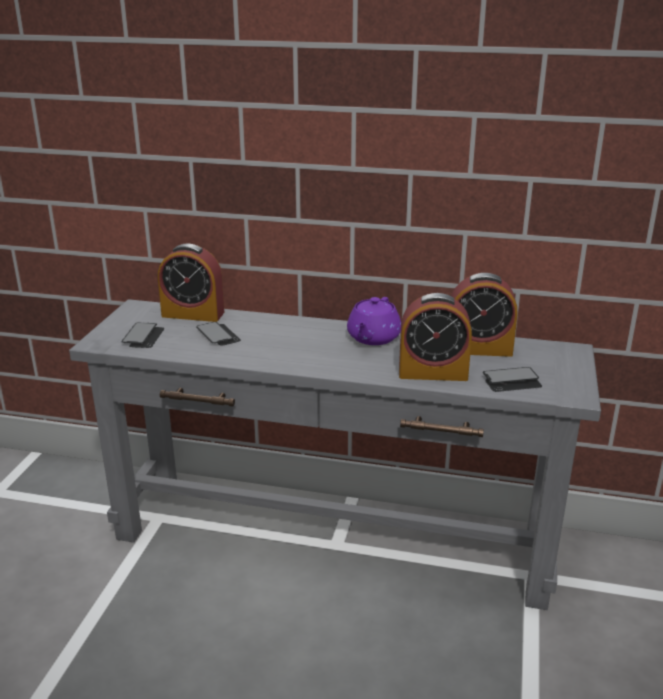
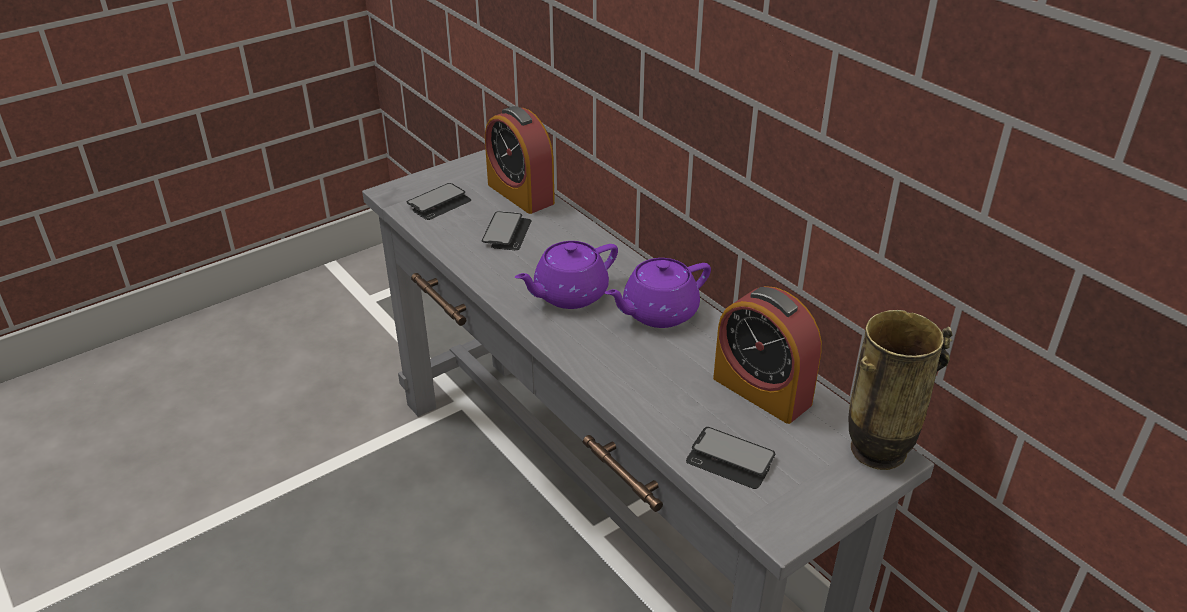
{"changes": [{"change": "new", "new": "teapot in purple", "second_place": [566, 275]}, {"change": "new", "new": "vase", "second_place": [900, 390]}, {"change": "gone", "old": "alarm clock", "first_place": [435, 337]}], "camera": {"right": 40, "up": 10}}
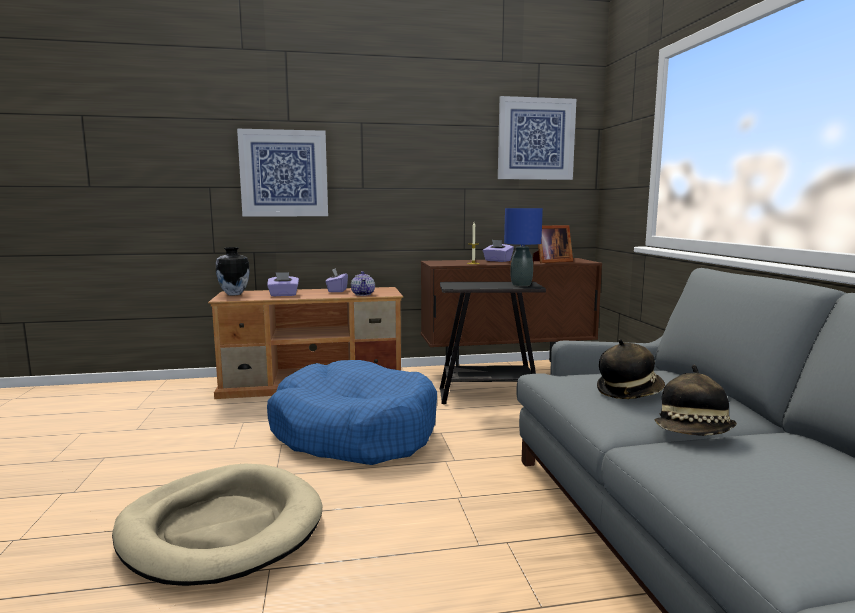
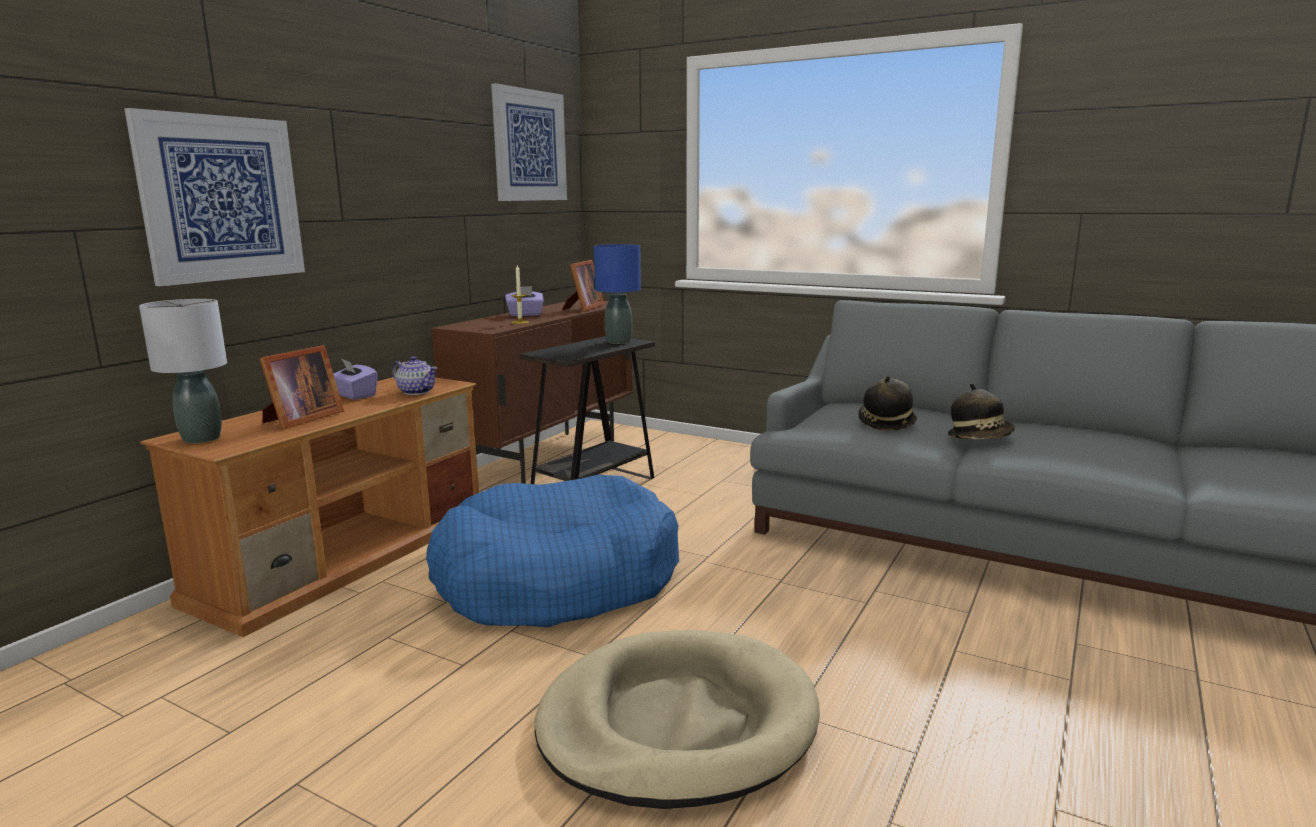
{"changes": [{"change": "swapped", "old": "vase", "new": "table lamp in grey", "first_place": [233, 271], "second_place": [183, 371]}, {"change": "swapped", "old": "tissue box in purple", "new": "picture frame", "first_place": [283, 284], "second_place": [301, 387]}], "camera": {"right": -50, "up": 5}}
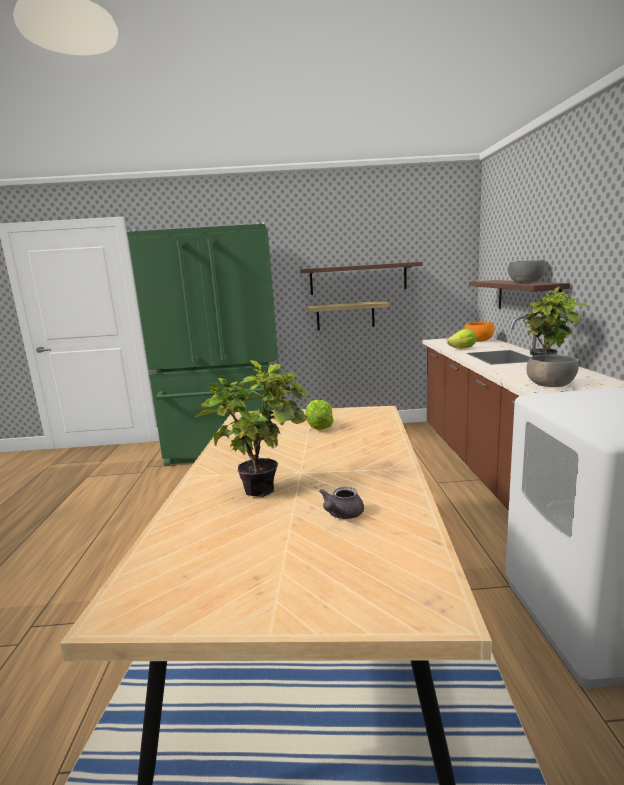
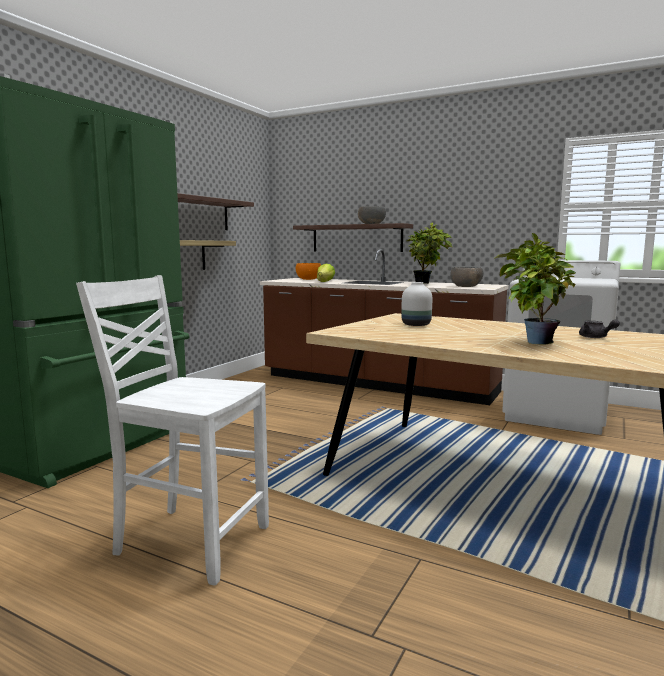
{"changes": [{"change": "new", "new": "chair in white", "second_place": [172, 430]}, {"change": "swapped", "old": "lettuce", "new": "vase in white", "first_place": [319, 414], "second_place": [416, 304]}], "camera": {"right": -60, "up": -5}}
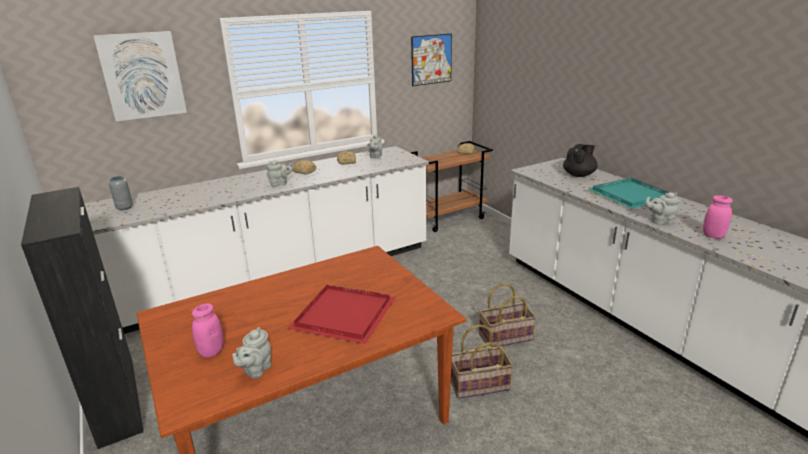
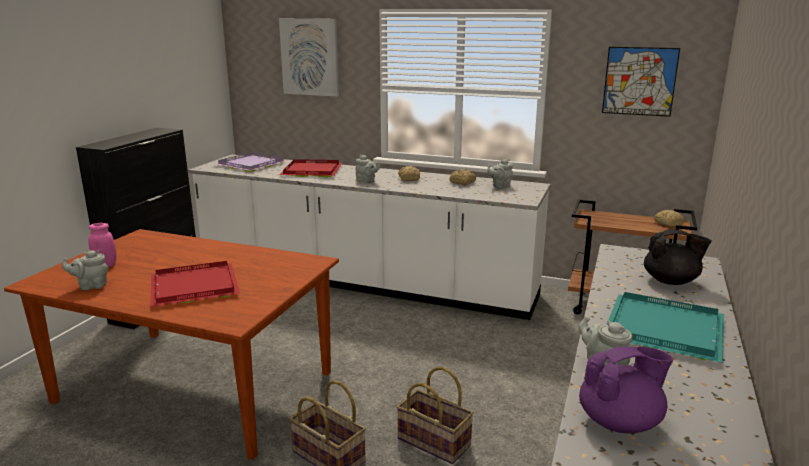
{"changes": [{"change": "swapped", "old": "vase in grey", "new": "tray in purple", "first_place": [121, 193], "second_place": [251, 162]}, {"change": "new", "new": "tray in red", "second_place": [310, 168]}, {"change": "swapped", "old": "jar in pink", "new": "teapot in purple", "first_place": [717, 217], "second_place": [626, 389]}], "camera": {"right": 50, "up": -5}}
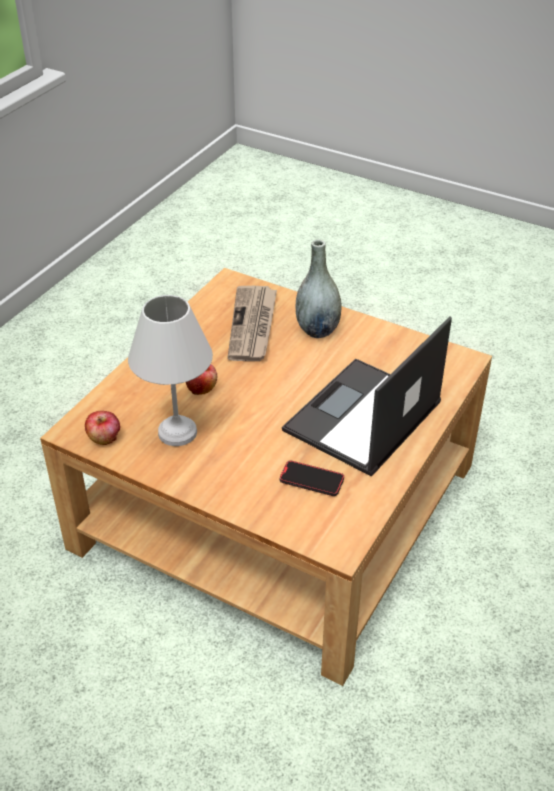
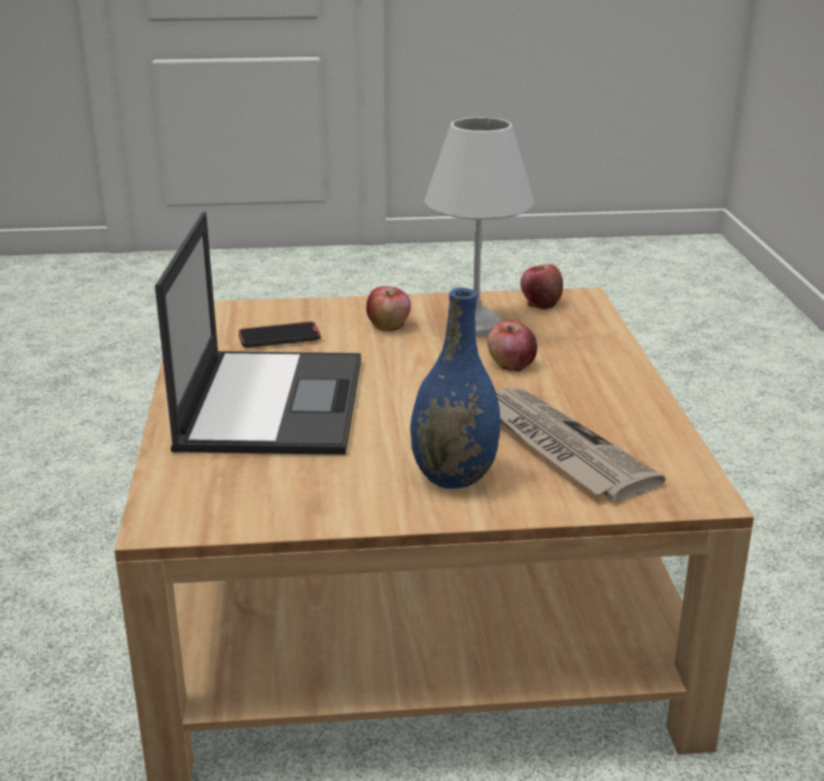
{"changes": [{"change": "new", "new": "apple", "second_place": [388, 308]}, {"change": "repainted", "old": "vase in grey", "new": "vase in blue", "first_place": [318, 289], "second_place": [455, 388]}], "camera": {"right": 145, "up": -15}}
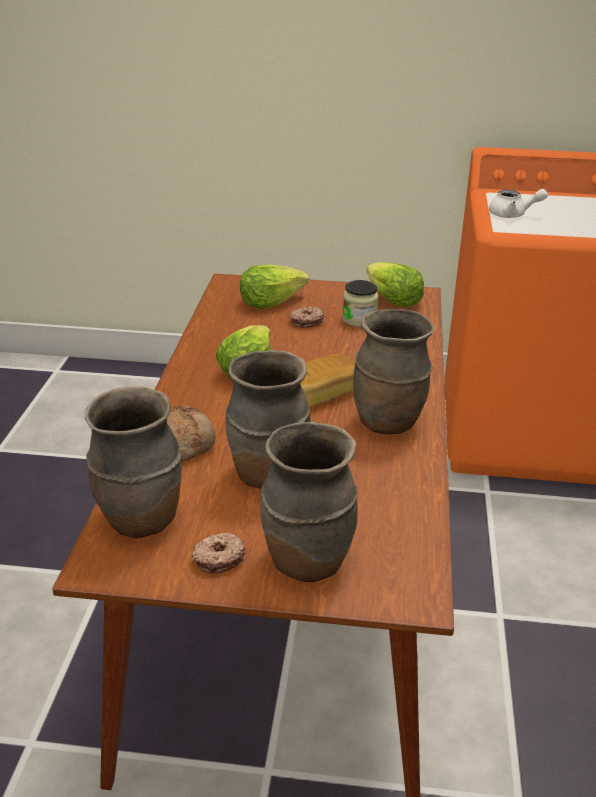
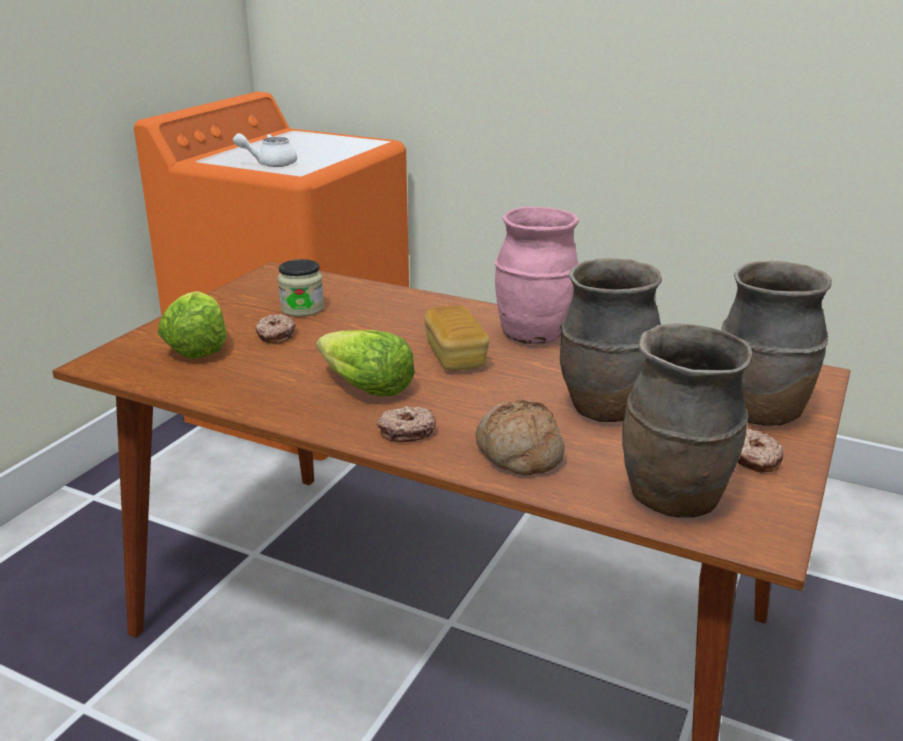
{"changes": [{"change": "rotated", "old": "teapot in white", "first_place": [518, 203], "second_place": [265, 150], "degrees": -135}, {"change": "new", "new": "donut", "second_place": [406, 424]}, {"change": "repainted", "old": "vase in brown", "new": "vase in pink", "first_place": [393, 371], "second_place": [536, 275]}, {"change": "gone", "old": "lettuce", "first_place": [395, 284]}], "camera": {"right": -70, "up": -5}}
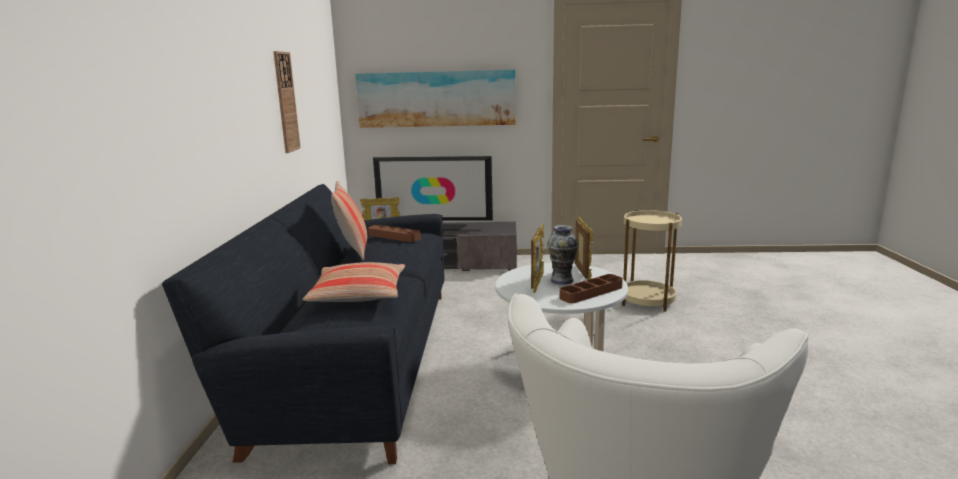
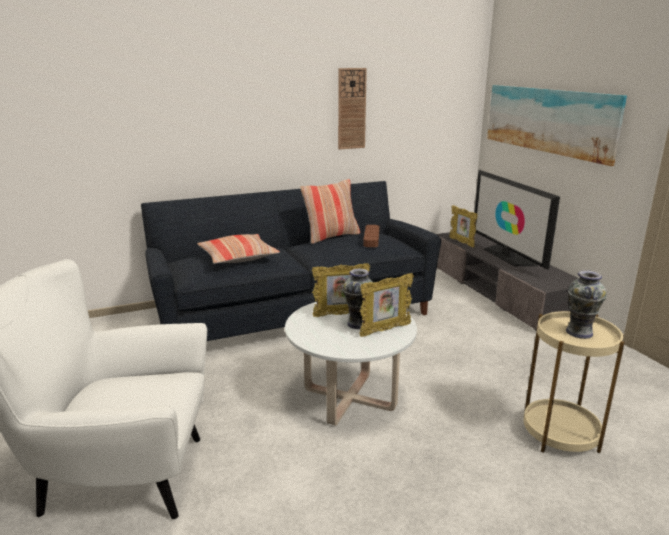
{"changes": [{"change": "new", "new": "vase", "second_place": [586, 304]}, {"change": "gone", "old": "tray in brown", "first_place": [591, 288]}], "camera": {"right": 65, "up": 5}}
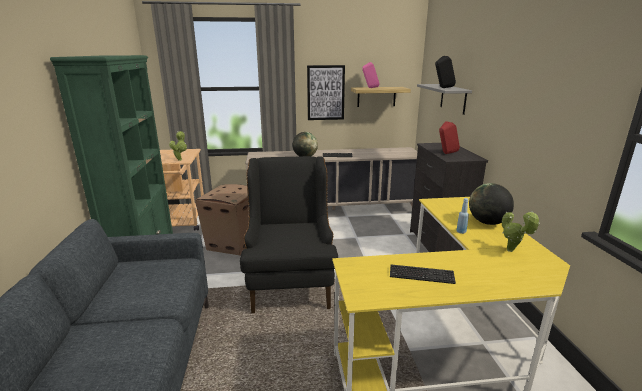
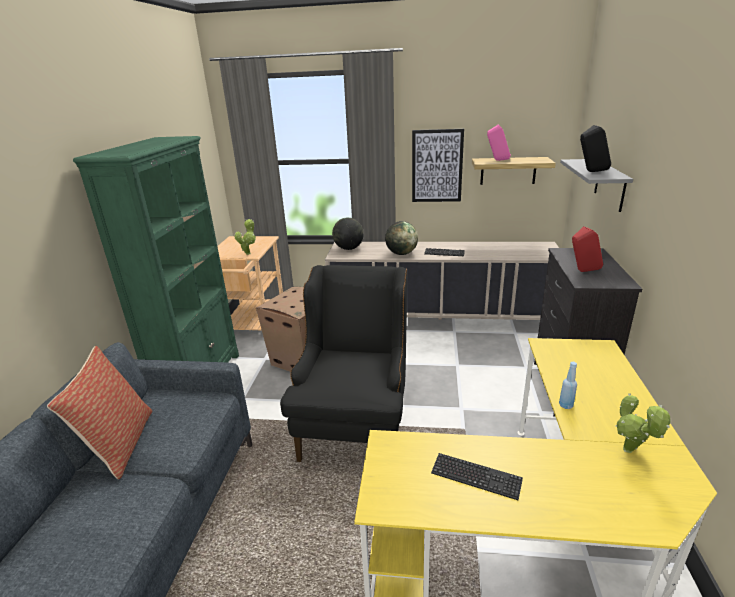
{"changes": [{"change": "new", "new": "pillow", "second_place": [99, 413]}, {"change": "shifted", "old": "globe", "first_place": [491, 204], "second_place": [348, 234]}], "camera": {"right": 15, "up": 5}}
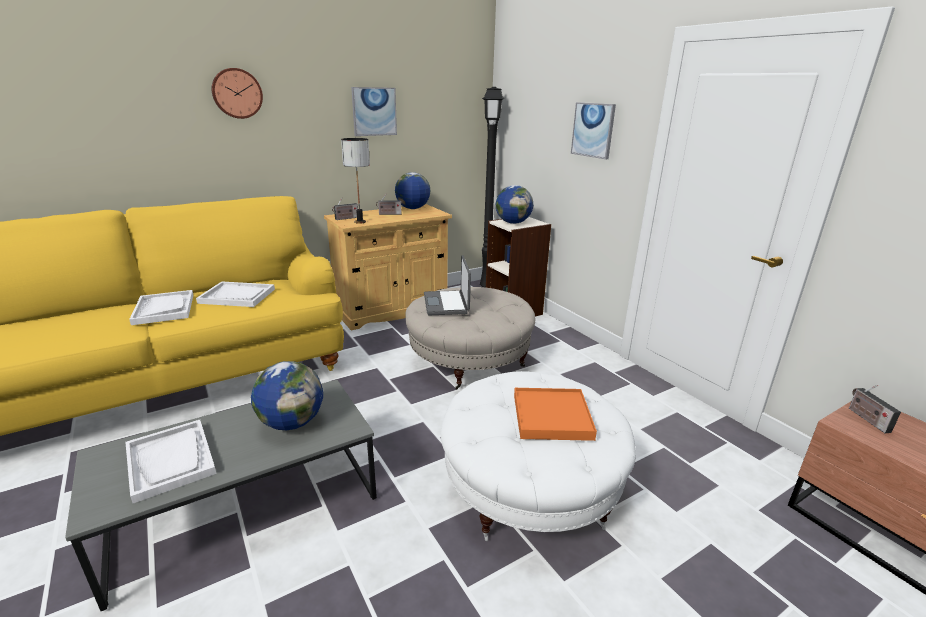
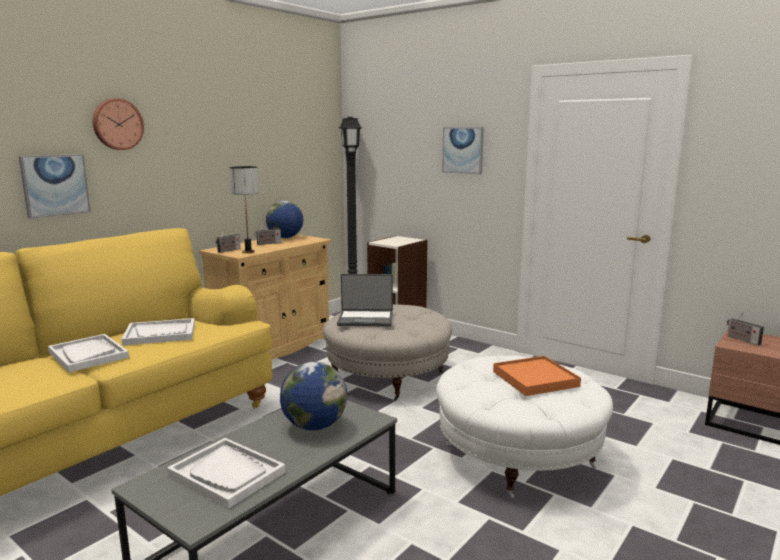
{"changes": [{"change": "shifted", "old": "picture", "first_place": [374, 111], "second_place": [55, 186]}, {"change": "rotated", "old": "laptop", "first_place": [447, 285], "second_place": [365, 300], "degrees": -60}, {"change": "gone", "old": "globe", "first_place": [514, 204]}], "camera": {"right": -20, "up": -10}}
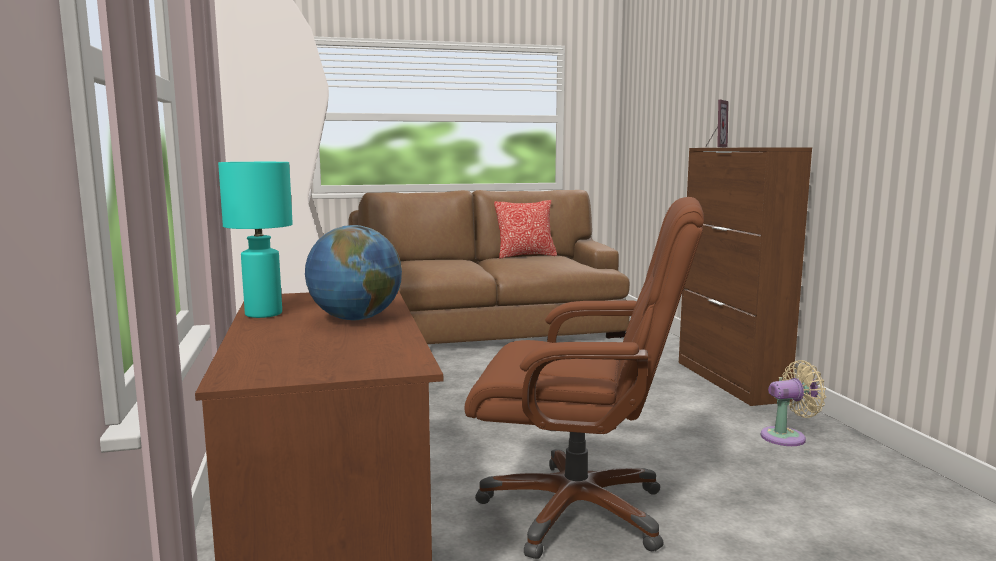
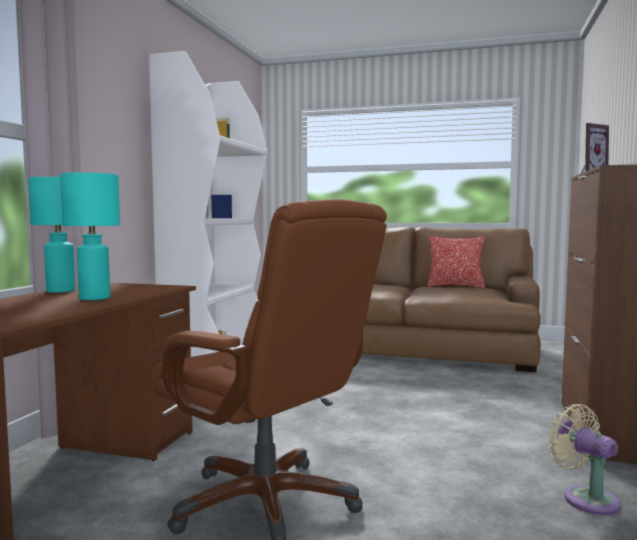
{"changes": [{"change": "swapped", "old": "globe", "new": "table lamp in turquoise", "first_place": [353, 272], "second_place": [90, 236]}, {"change": "rotated", "old": "fan in beige", "first_place": [793, 403], "second_place": [584, 459], "degrees": -135}], "camera": {"right": 30, "up": -5}}
